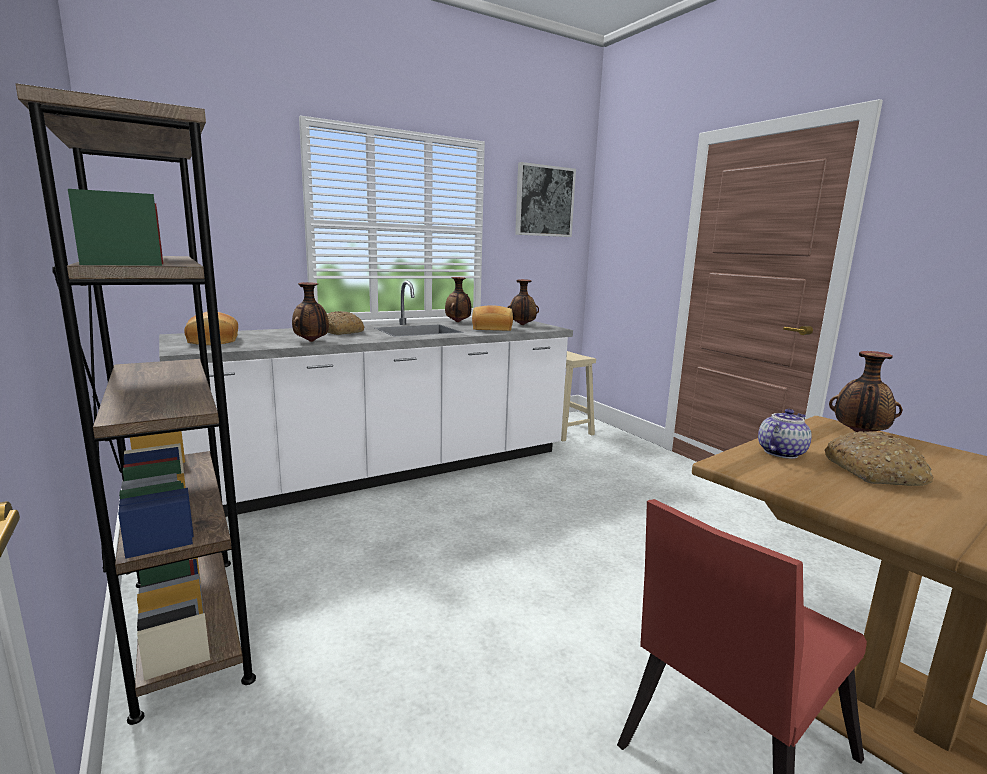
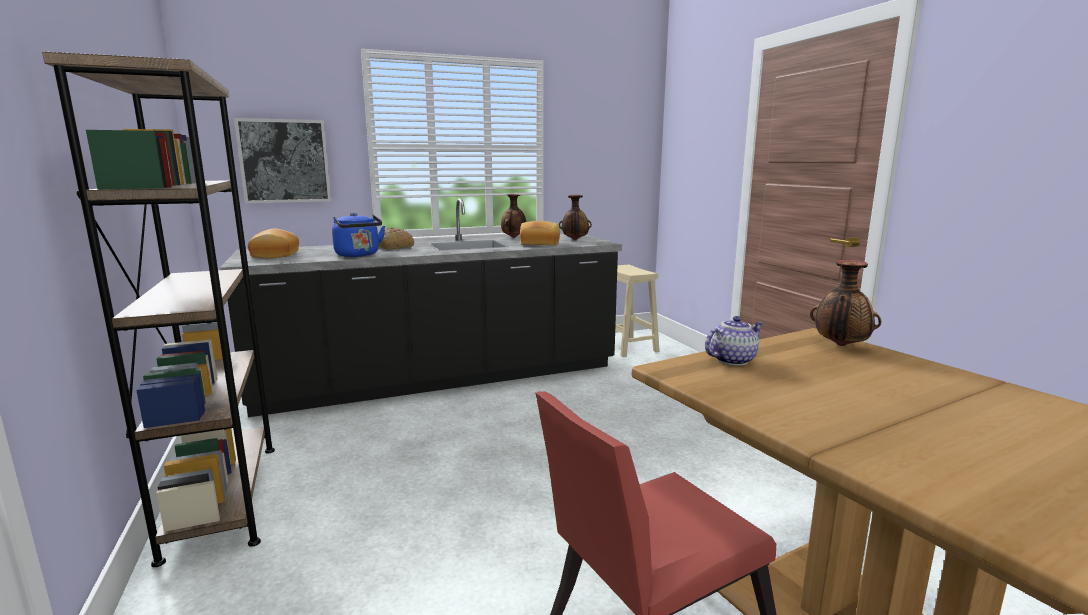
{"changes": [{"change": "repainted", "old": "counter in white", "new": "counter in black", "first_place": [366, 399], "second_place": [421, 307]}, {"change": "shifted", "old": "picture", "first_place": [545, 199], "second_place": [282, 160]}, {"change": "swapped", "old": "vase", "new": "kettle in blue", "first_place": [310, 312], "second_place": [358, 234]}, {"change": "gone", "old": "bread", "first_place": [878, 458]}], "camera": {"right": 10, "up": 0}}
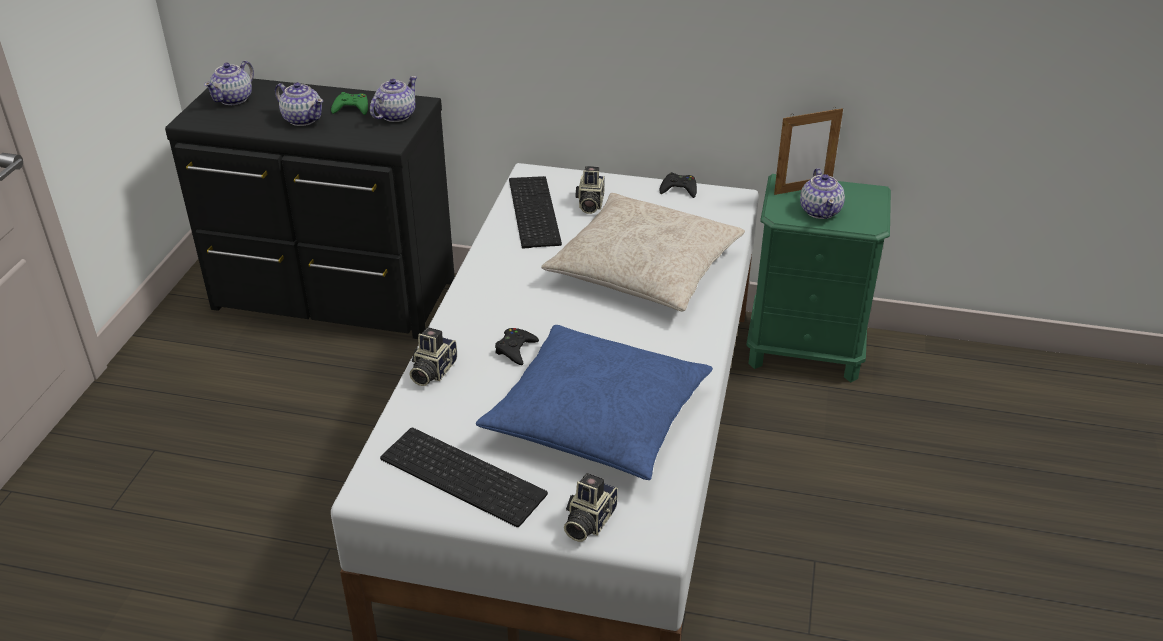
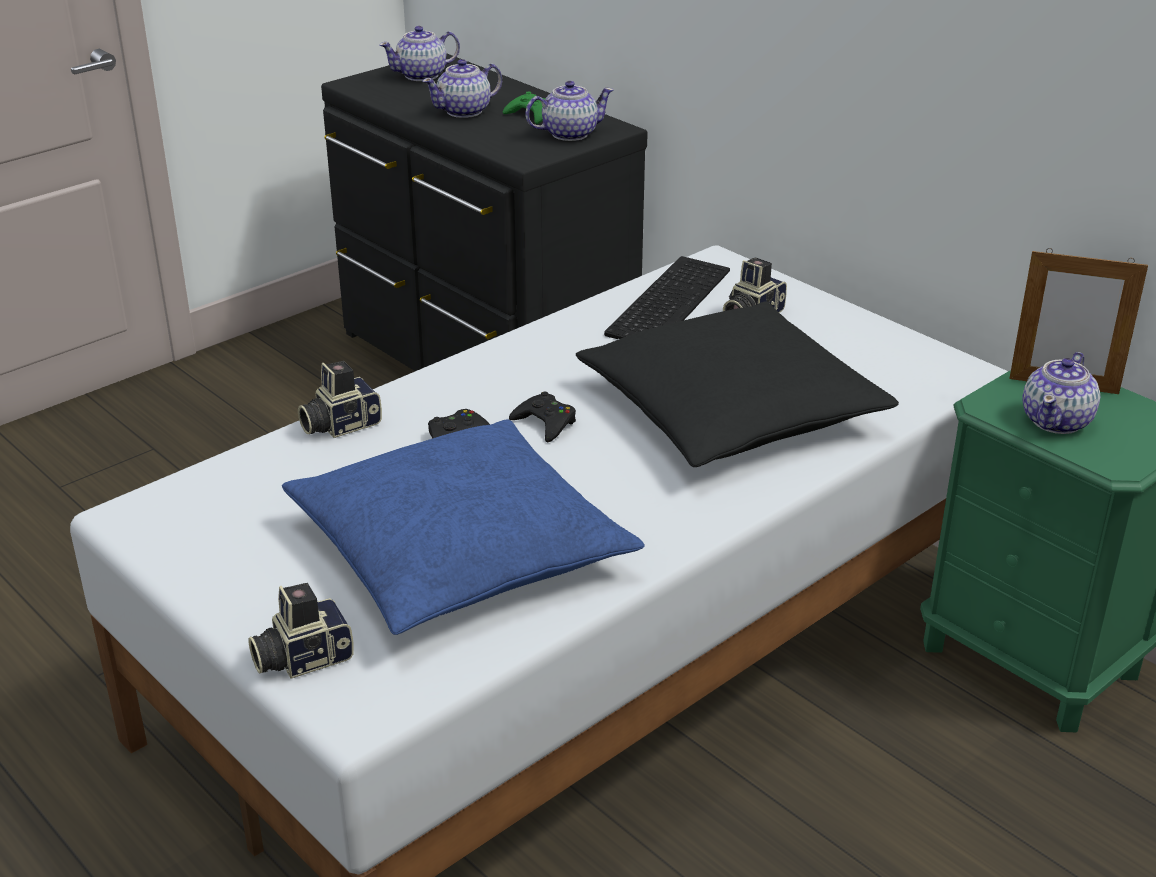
{"changes": [{"change": "rotated", "old": "teapot", "first_place": [299, 104], "second_place": [462, 88], "degrees": 75}, {"change": "shifted", "old": "game controller in black", "first_place": [678, 185], "second_place": [542, 417]}, {"change": "repainted", "old": "pillow in beige", "new": "pillow in black", "first_place": [643, 252], "second_place": [737, 384]}, {"change": "gone", "old": "keyboard", "first_place": [464, 477]}], "camera": {"right": 35, "up": -5}}
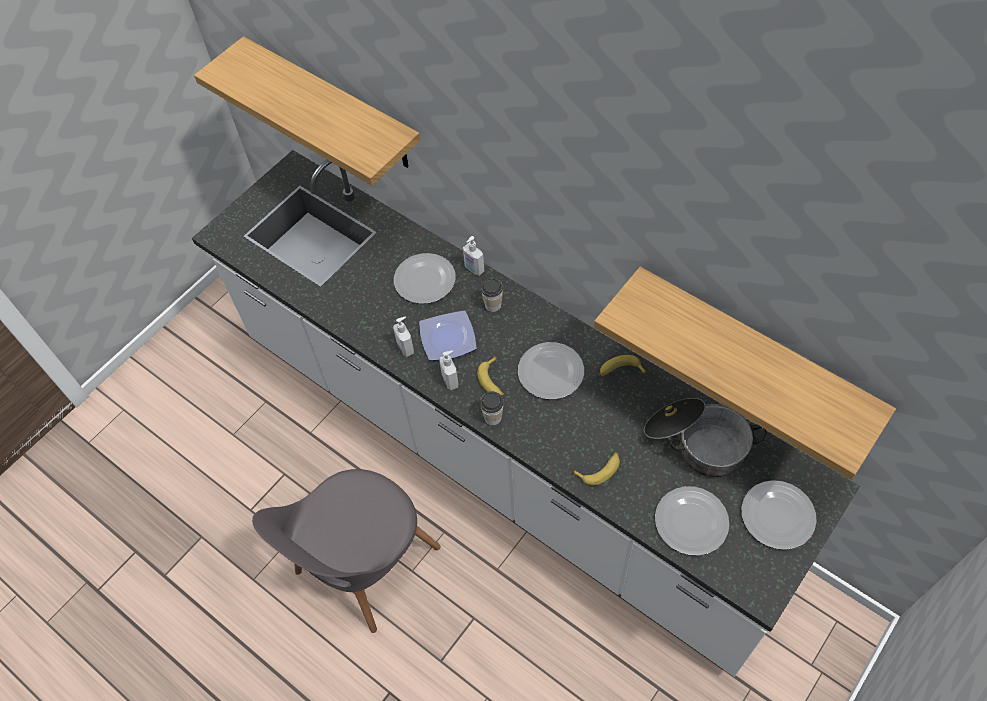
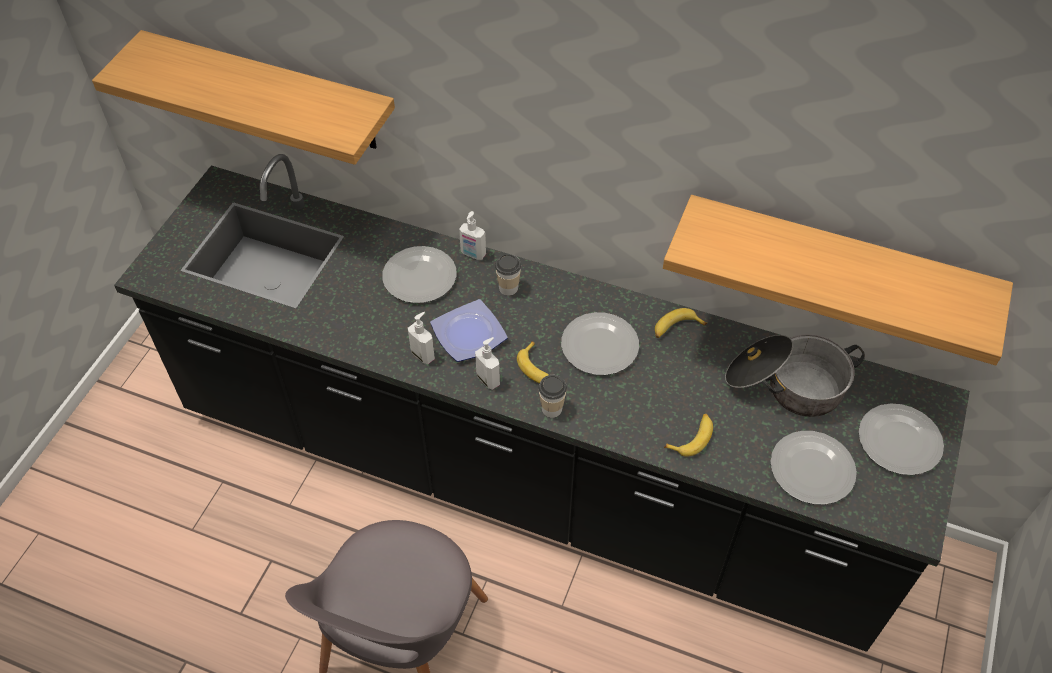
{"changes": [{"change": "repainted", "old": "counter in white", "new": "counter in black", "first_place": [526, 413], "second_place": [542, 403]}], "camera": {"right": -20, "up": -5}}
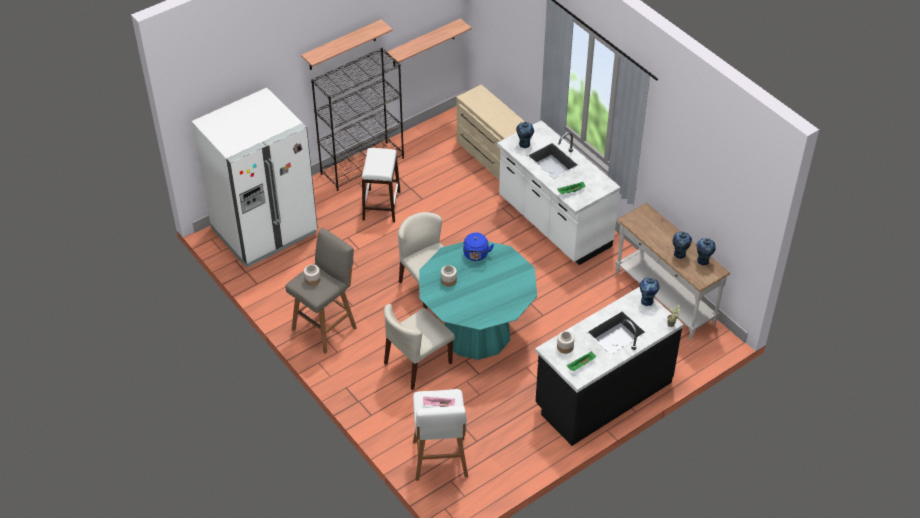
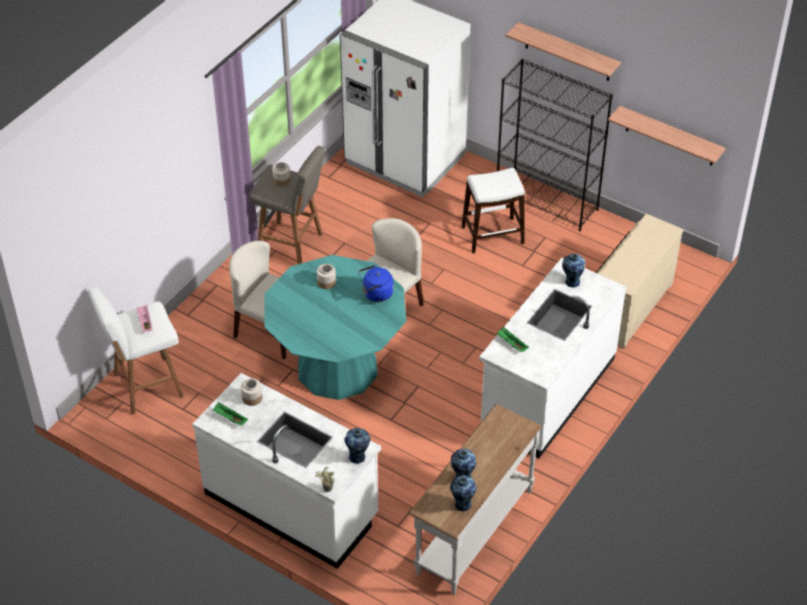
{"changes": [{"change": "repainted", "old": "counter in black", "new": "counter in white", "first_place": [609, 366], "second_place": [286, 471]}], "camera": {"right": 70, "up": 0}}
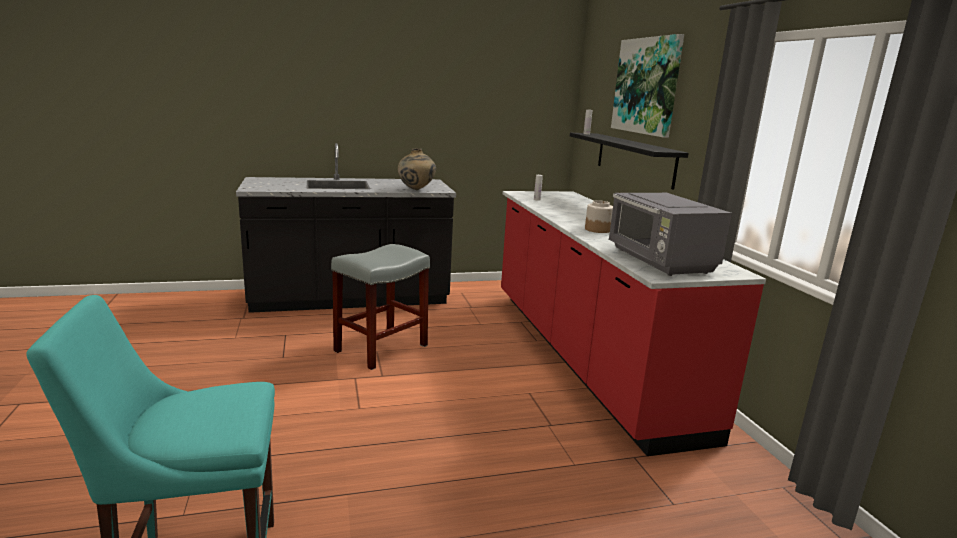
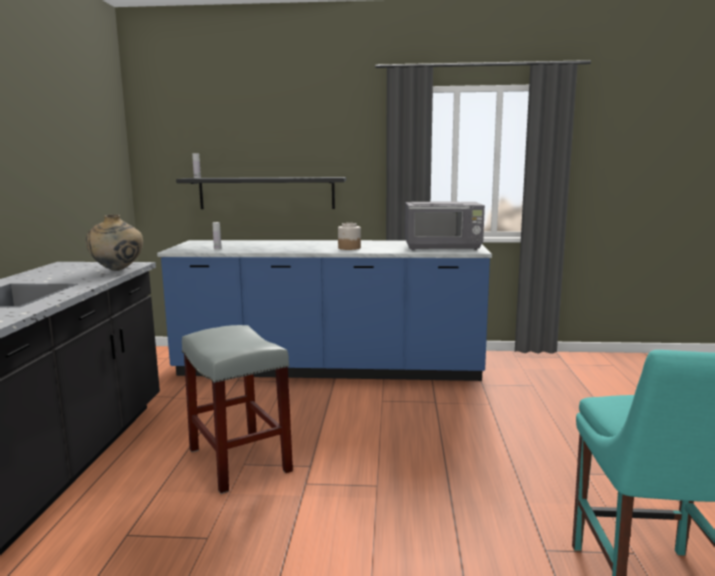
{"changes": [{"change": "repainted", "old": "counter in red", "new": "counter in blue", "first_place": [633, 323], "second_place": [324, 310]}, {"change": "gone", "old": "picture", "first_place": [647, 86]}], "camera": {"right": -70, "up": -5}}
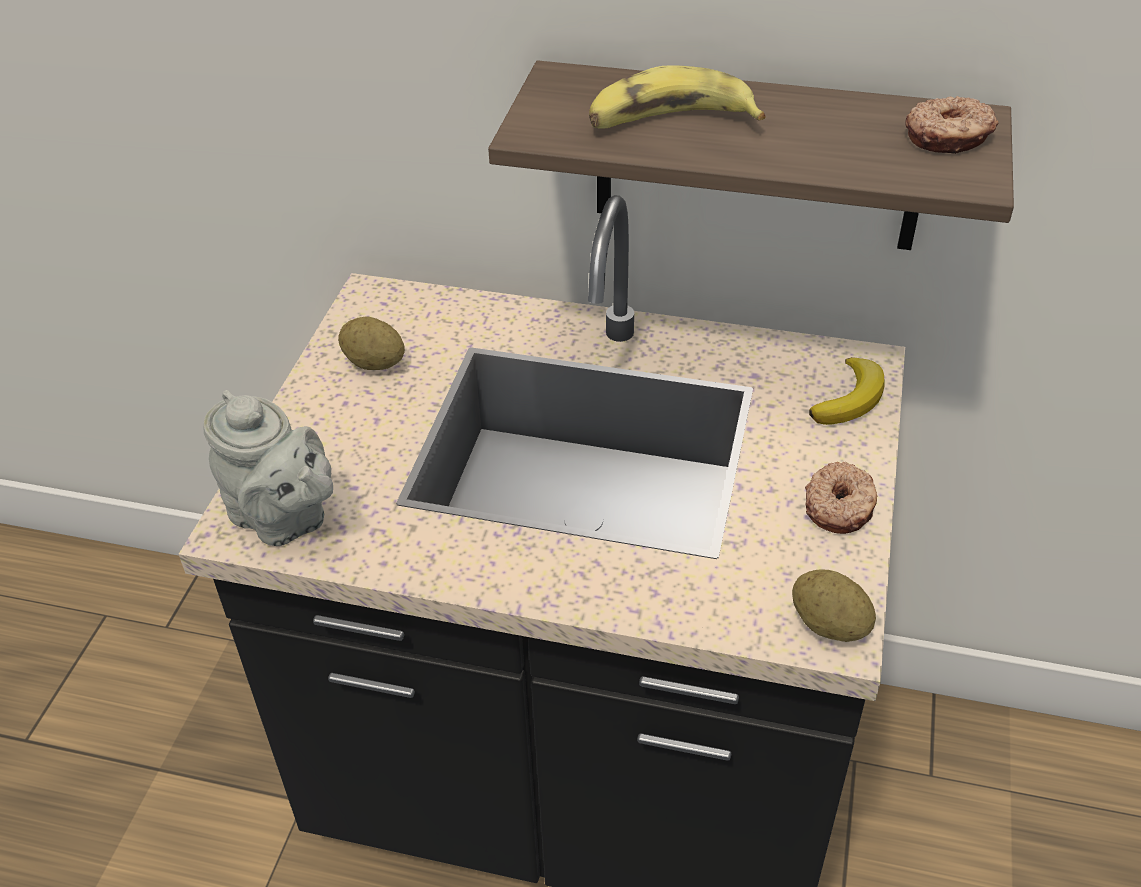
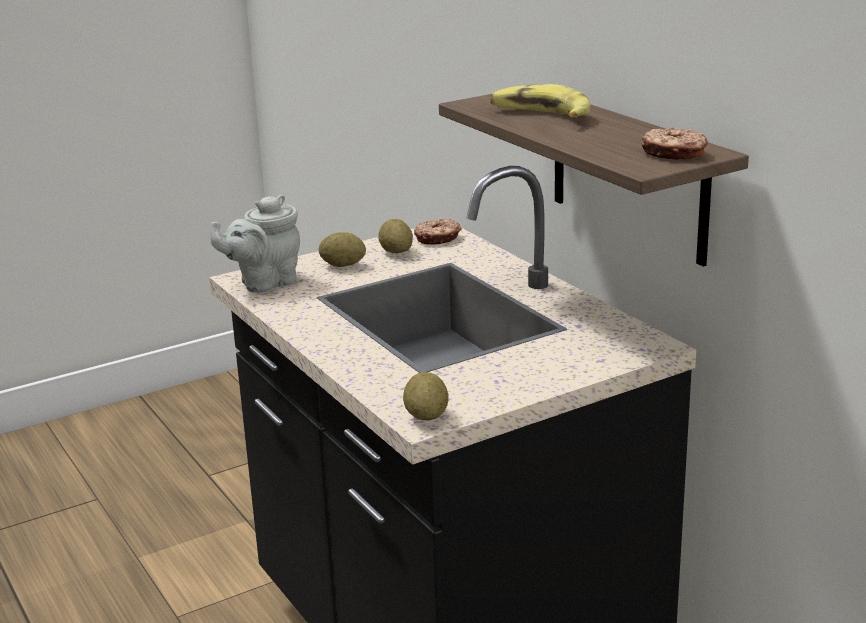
{"changes": [{"change": "rotated", "old": "teapot in grey", "first_place": [268, 468], "second_place": [255, 244], "degrees": 60}, {"change": "new", "new": "potato", "second_place": [342, 249]}, {"change": "shifted", "old": "donut", "first_place": [841, 498], "second_place": [438, 231]}, {"change": "gone", "old": "banana", "first_place": [847, 391]}], "camera": {"right": 45, "up": -20}}
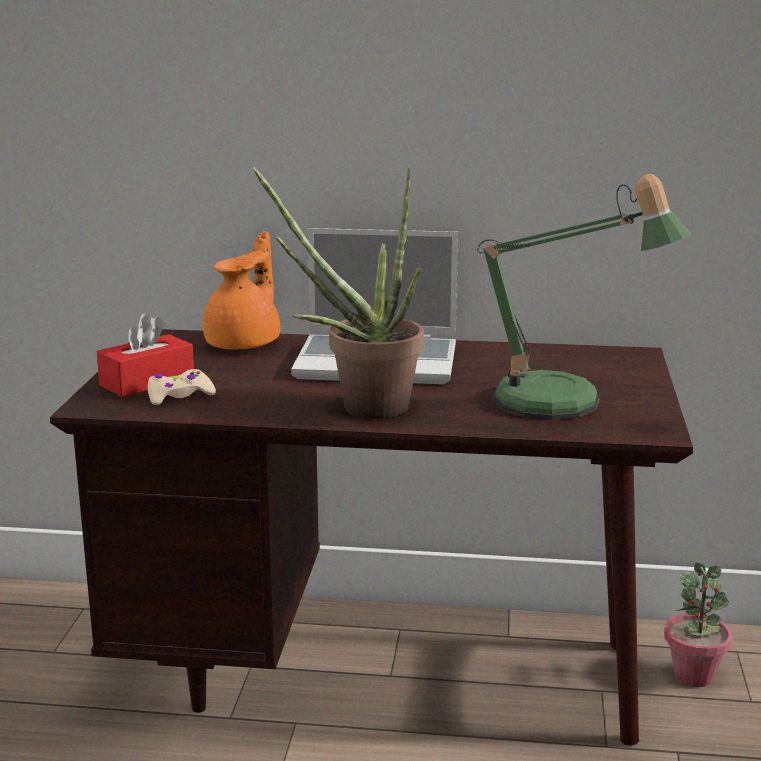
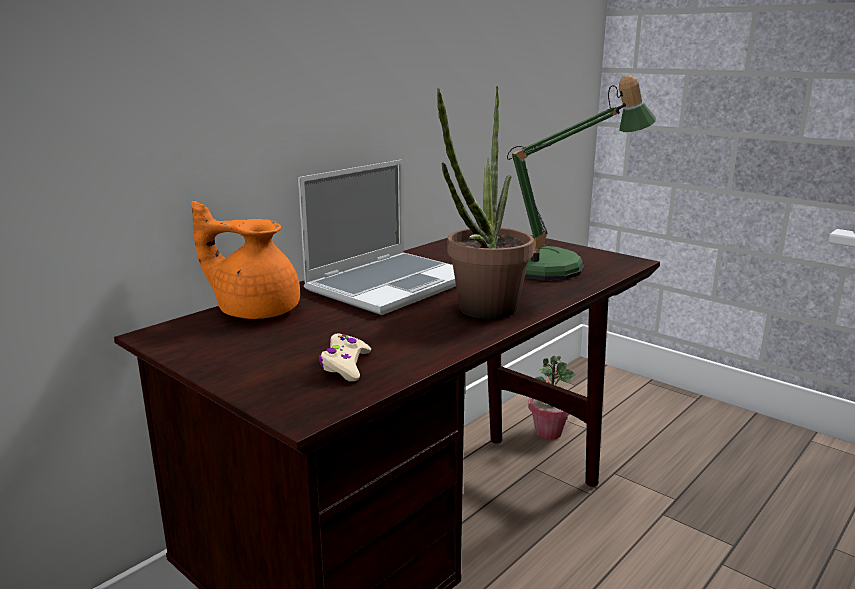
{"changes": [{"change": "rotated", "old": "teapot in orange", "first_place": [241, 290], "second_place": [245, 260], "degrees": -45}, {"change": "gone", "old": "tissue box in red", "first_place": [145, 355]}], "camera": {"right": -55, "up": 0}}
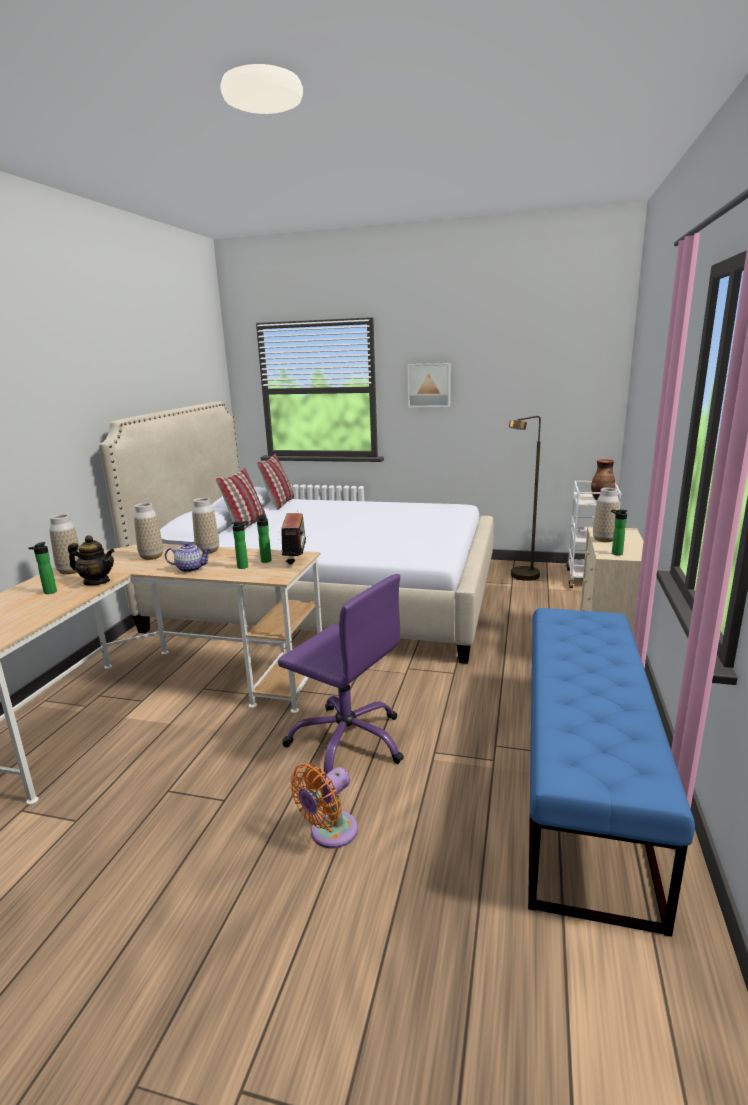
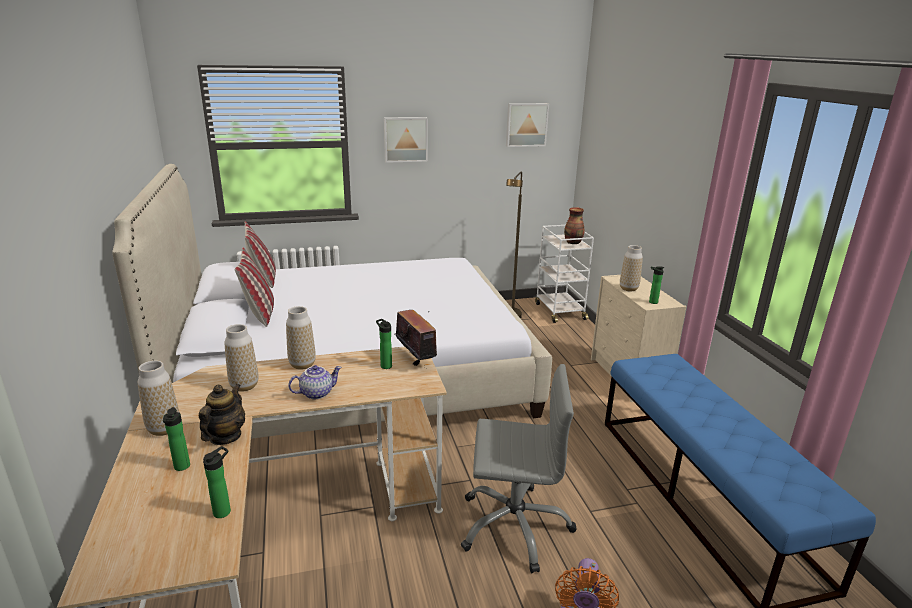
{"changes": [{"change": "rotated", "old": "teapot", "first_place": [91, 560], "second_place": [222, 414], "degrees": -60}, {"change": "shifted", "old": "bottle", "first_place": [240, 545], "second_place": [217, 482]}, {"change": "repainted", "old": "office chair in purple", "new": "office chair in grey", "first_place": [341, 675], "second_place": [519, 468]}, {"change": "new", "new": "picture", "second_place": [527, 125]}], "camera": {"right": -30, "up": 5}}
